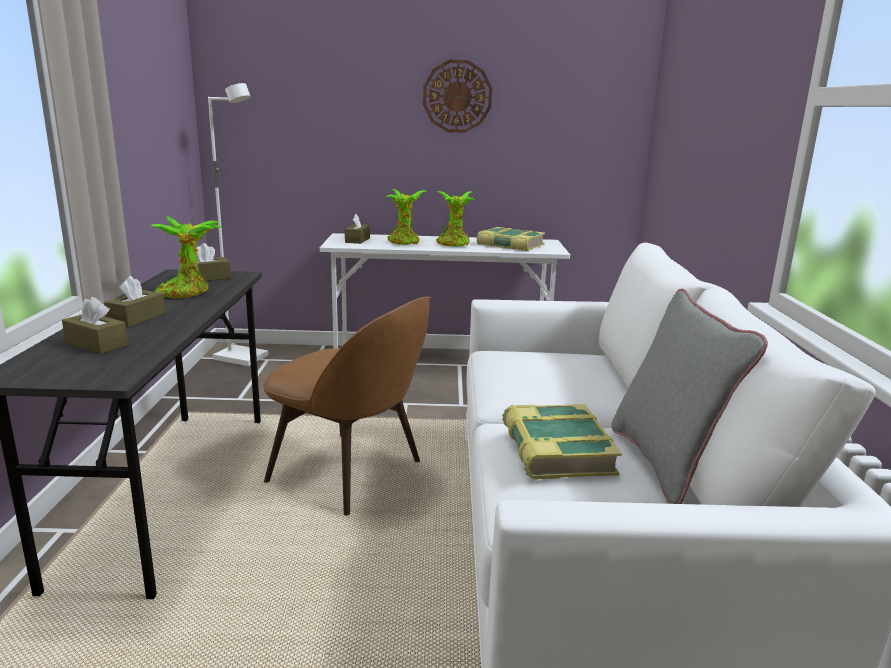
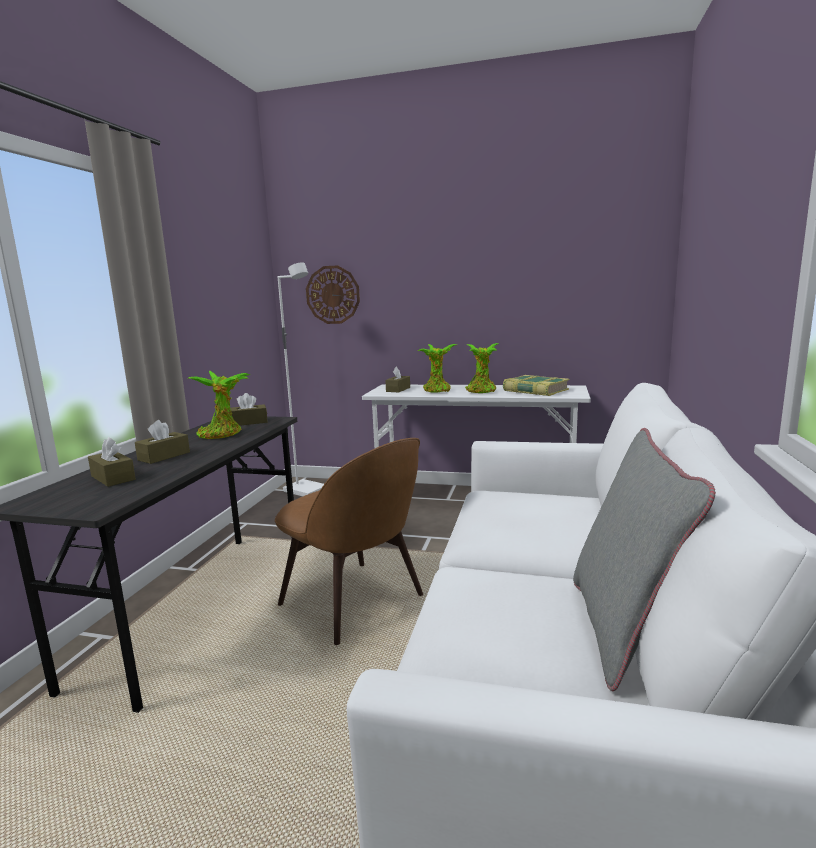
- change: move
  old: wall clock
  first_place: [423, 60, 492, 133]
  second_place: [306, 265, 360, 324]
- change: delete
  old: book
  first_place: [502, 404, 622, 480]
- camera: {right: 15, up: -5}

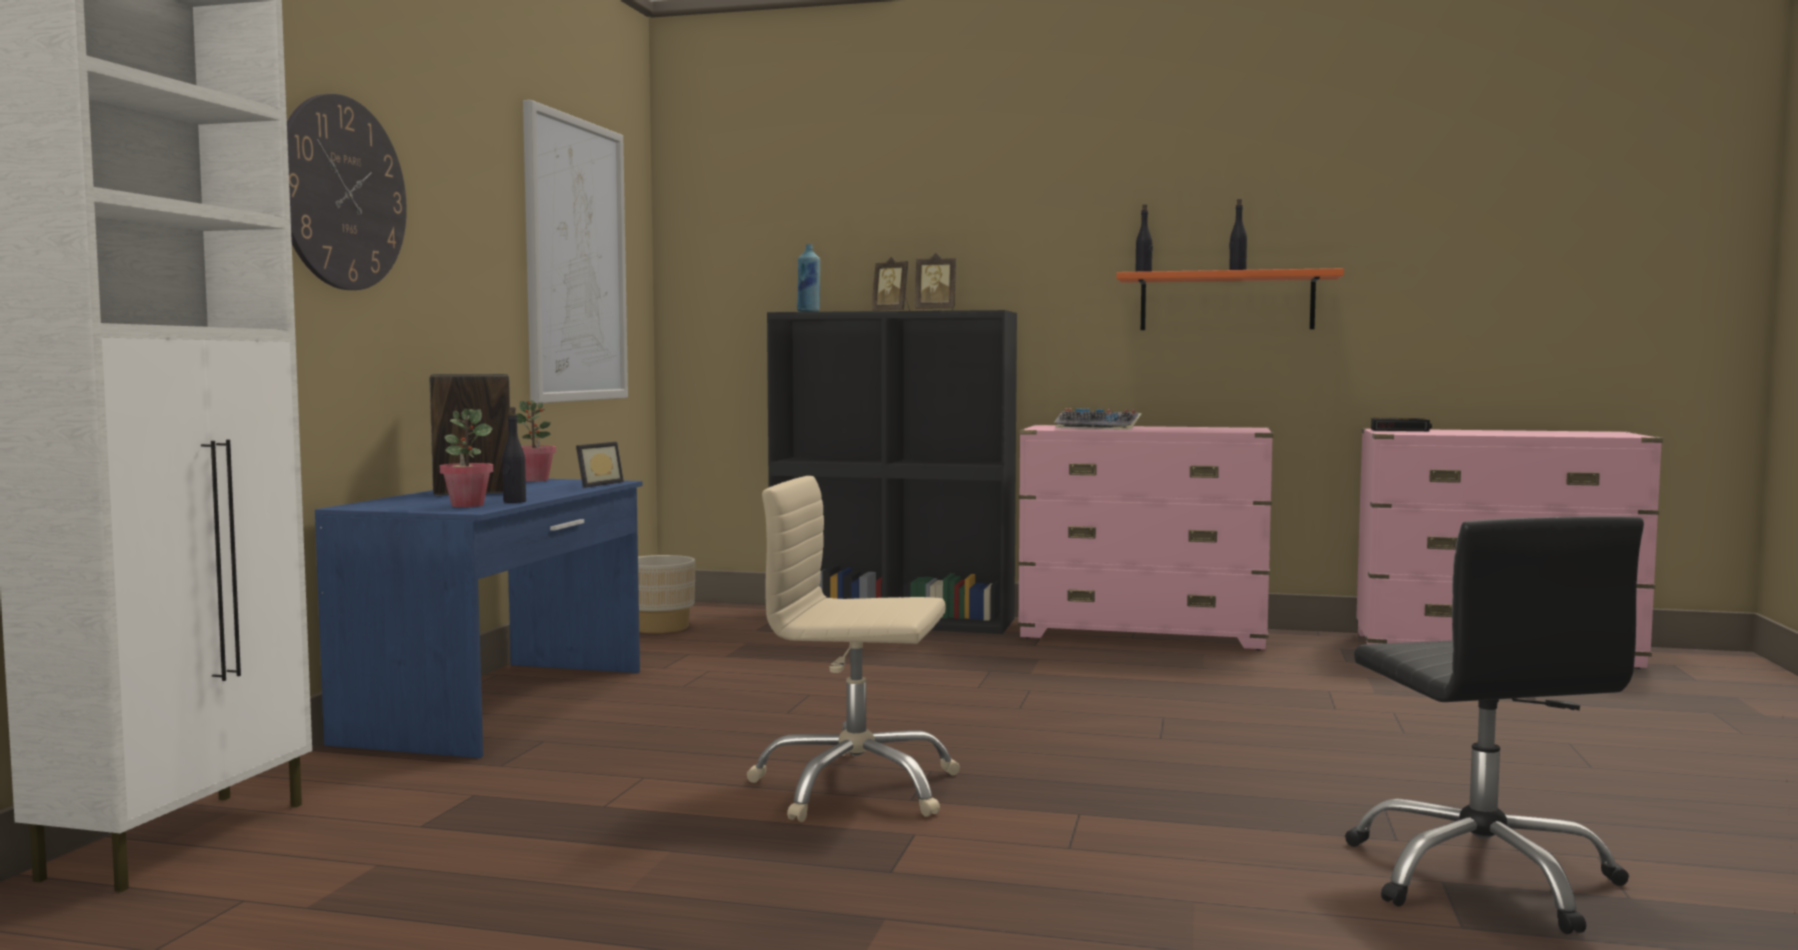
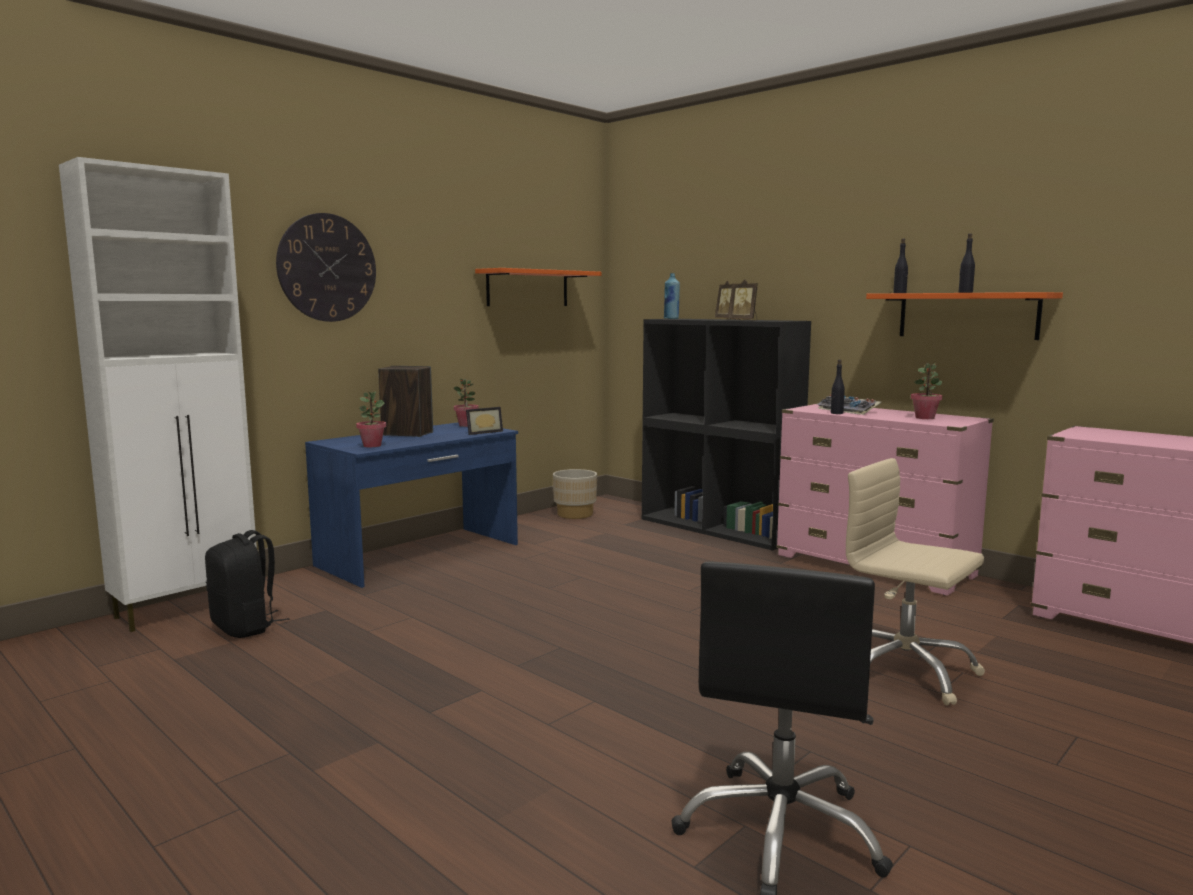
- change: replace
  old: picture
  new: orange shelf
  first_place: [523, 100, 628, 403]
  second_place: [475, 268, 602, 306]
- change: move
  old: black bottle
  first_place: [502, 407, 526, 503]
  second_place: [831, 360, 845, 414]
- change: delete
  old: alarm clock
  first_place: [1371, 418, 1432, 431]
- change: move
  old: beige office chair
  first_place: [746, 476, 960, 822]
  second_place: [846, 458, 985, 705]
- change: insert
  new: potted plant
  second_place: [911, 362, 942, 419]
- change: insert
  new: black backpack
  second_place: [205, 530, 290, 638]
- camera: {right: 30, up: 5}

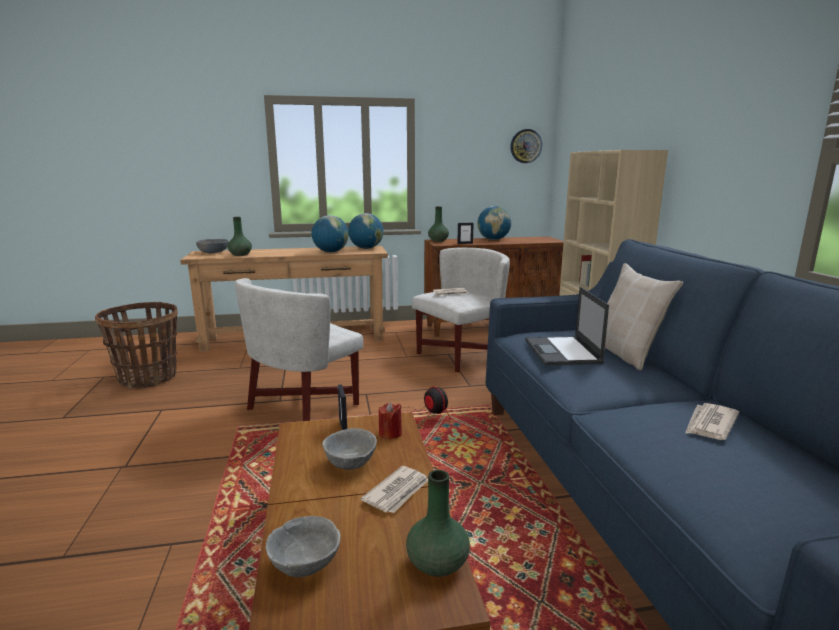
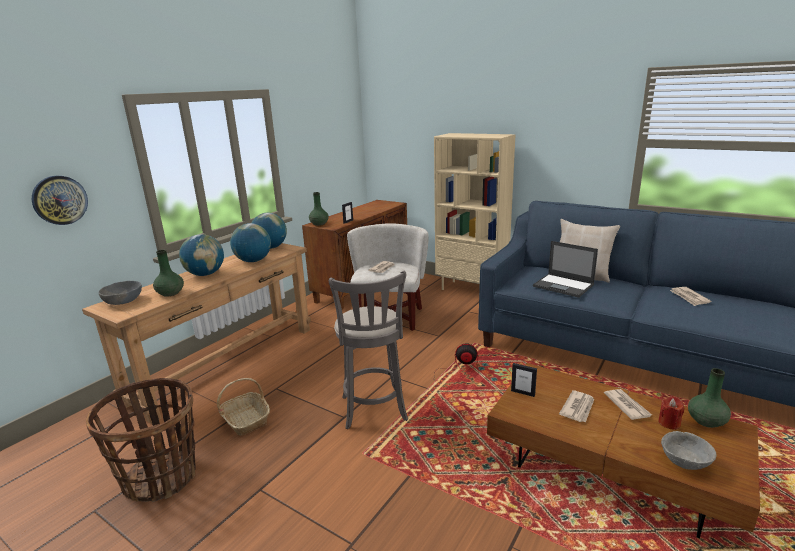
- change: move
  old: wall clock
  first_place: [510, 129, 542, 163]
  second_place: [32, 176, 88, 225]
- change: move
  old: globe
  first_place: [478, 206, 511, 240]
  second_place: [179, 234, 224, 276]
- change: replace
  old: white armchair
  new: grey stool
  first_place: [235, 278, 363, 421]
  second_place: [329, 271, 408, 429]
- change: move
  old: red candle
  first_place: [379, 402, 402, 439]
  second_place: [658, 396, 685, 430]
- change: replace
  old: grey bowl
  new: newspaper
  first_place: [322, 428, 377, 470]
  second_place: [559, 390, 594, 422]
- change: insert
  new: basket
  second_place: [217, 378, 270, 436]
- camera: {right: -45, up: 5}

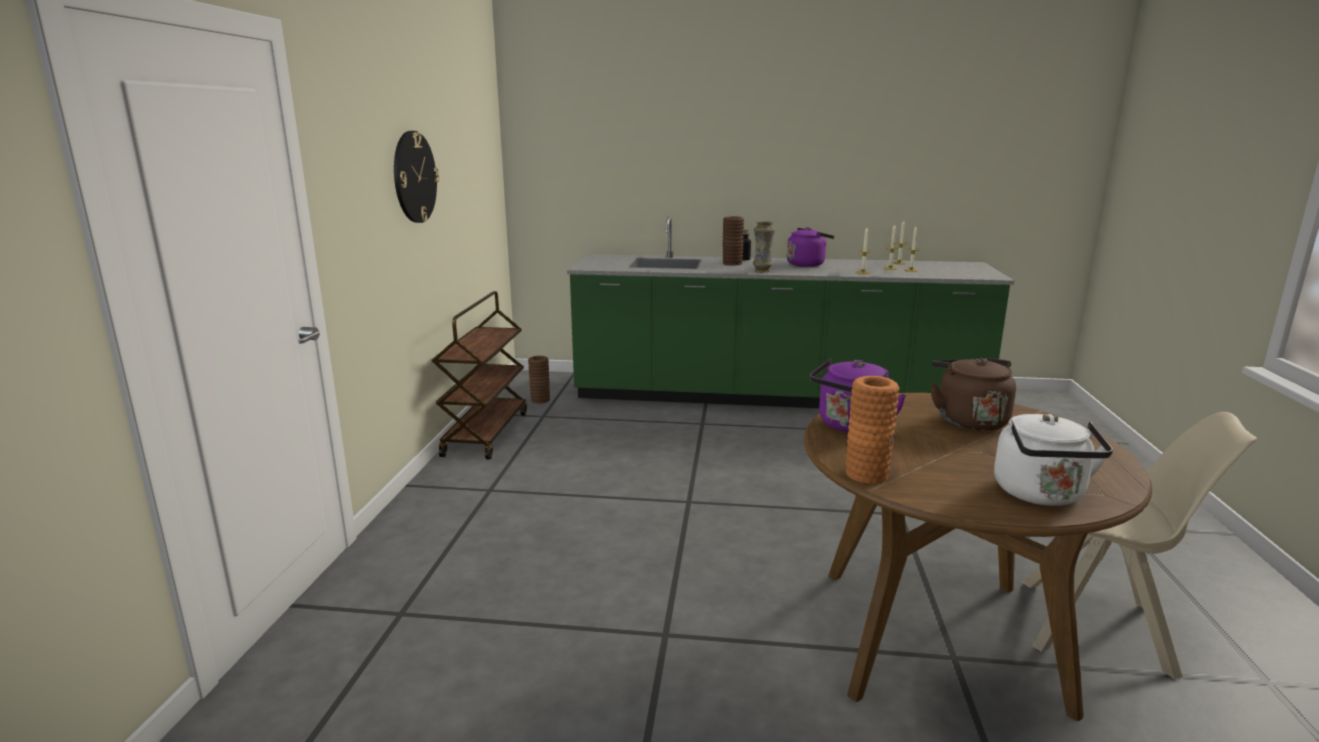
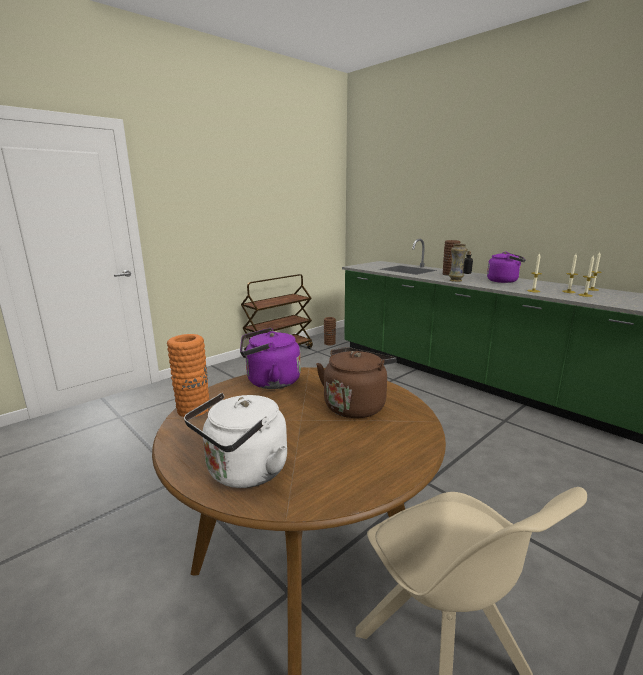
- change: delete
  old: wall clock
  first_place: [394, 131, 439, 223]
- camera: {right: 40, up: 0}

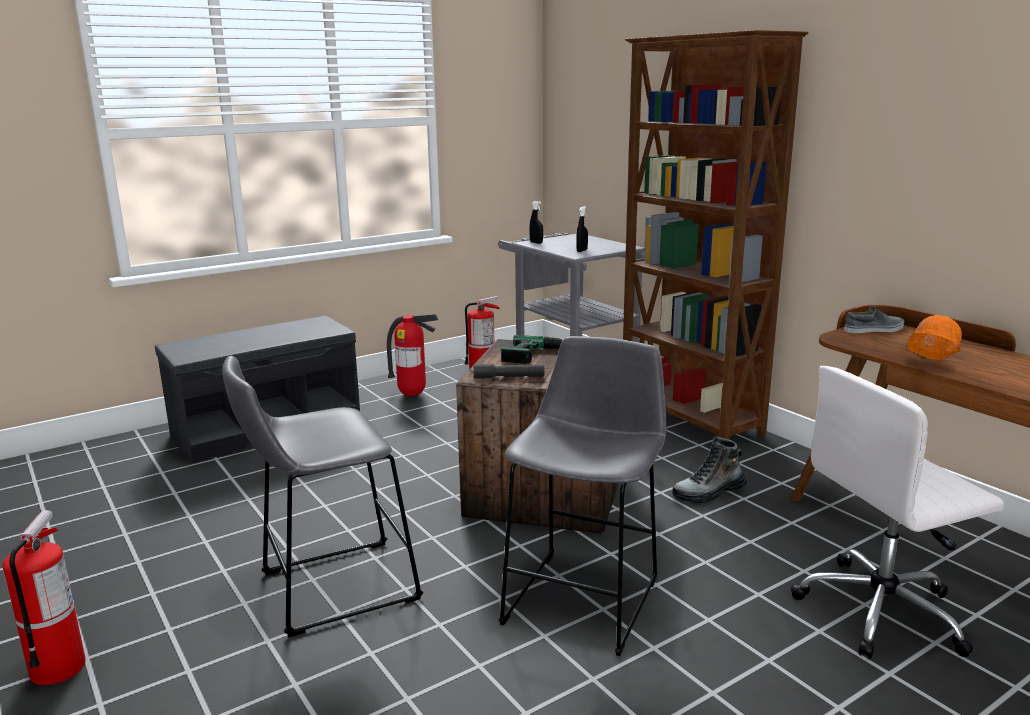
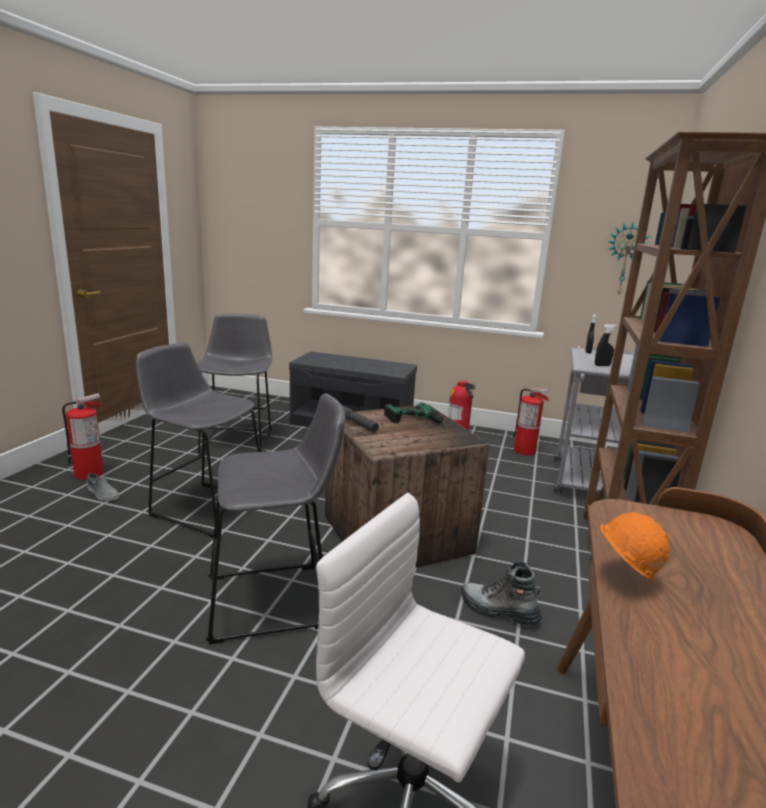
- change: move
  old: grey shoe
  first_place: [844, 306, 904, 333]
  second_place: [87, 473, 119, 501]
- change: insert
  new: wall clock
  second_place: [607, 222, 650, 294]
- change: insert
  new: grey stool
  second_place: [197, 313, 272, 456]
- camera: {right: 50, up: 0}

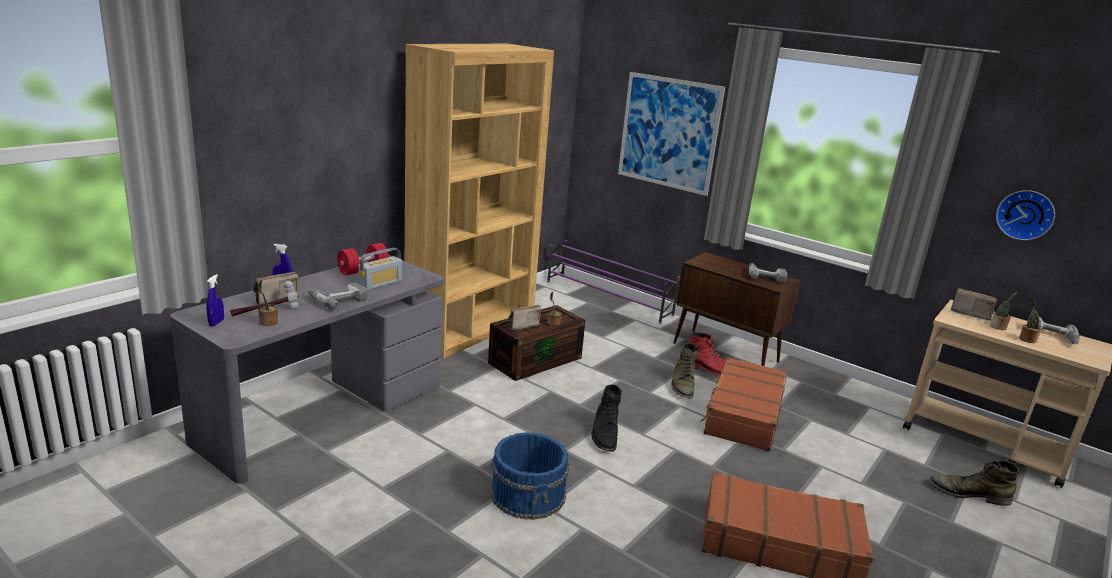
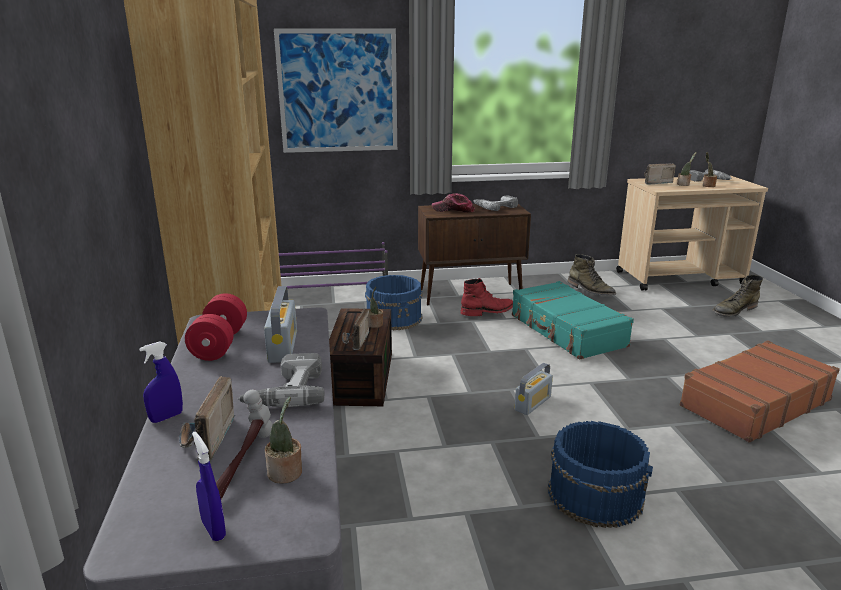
- change: delete
  old: wall clock
  first_place: [996, 190, 1055, 240]
- change: move
  old: green boot
  first_place: [671, 343, 698, 399]
  second_place: [567, 254, 616, 295]
- change: recolor
  old: brown suitcase
  new: turquoise suitcase
  first_place: [701, 357, 787, 451]
  second_place: [512, 281, 634, 360]
- change: replace
  old: black boot
  new: radio
  first_place: [591, 384, 622, 452]
  second_place: [515, 363, 553, 415]
- change: insert
  new: cap
  second_place: [432, 193, 475, 213]
- change: insert
  new: blue bucket
  second_place: [365, 275, 422, 330]
- camera: {right: -45, up: 0}

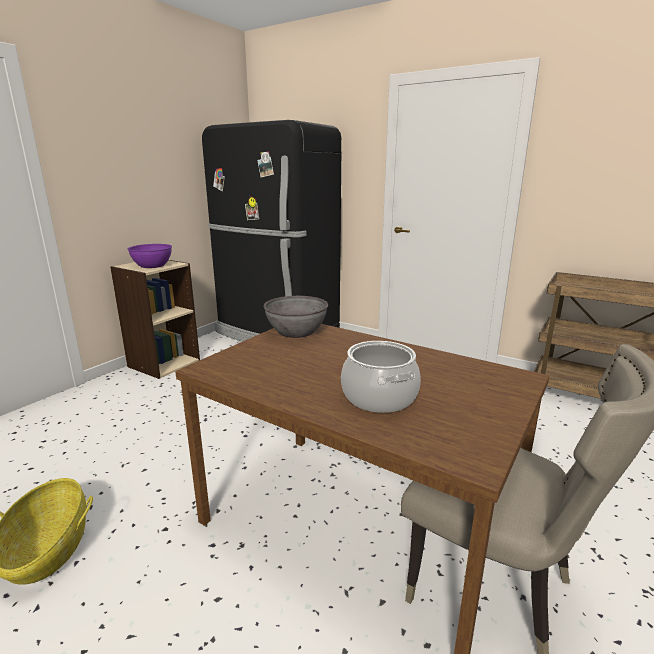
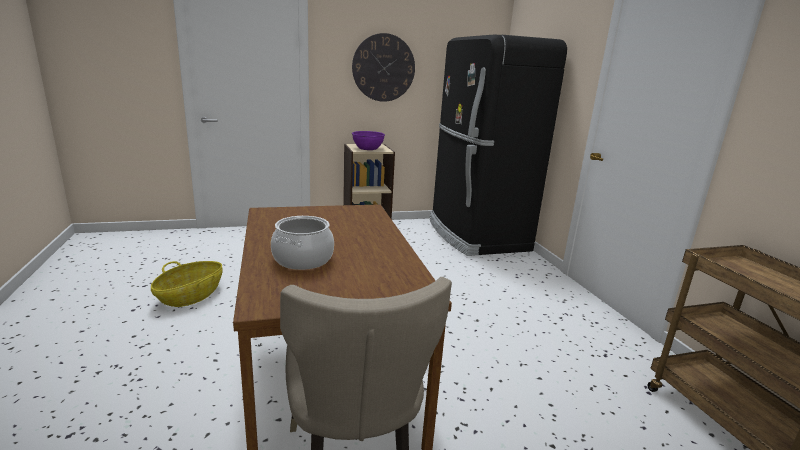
- change: delete
  old: grey bowl
  first_place: [263, 296, 328, 338]
- change: insert
  new: wall clock
  second_place: [352, 33, 415, 102]
- camera: {right: 40, up: 0}

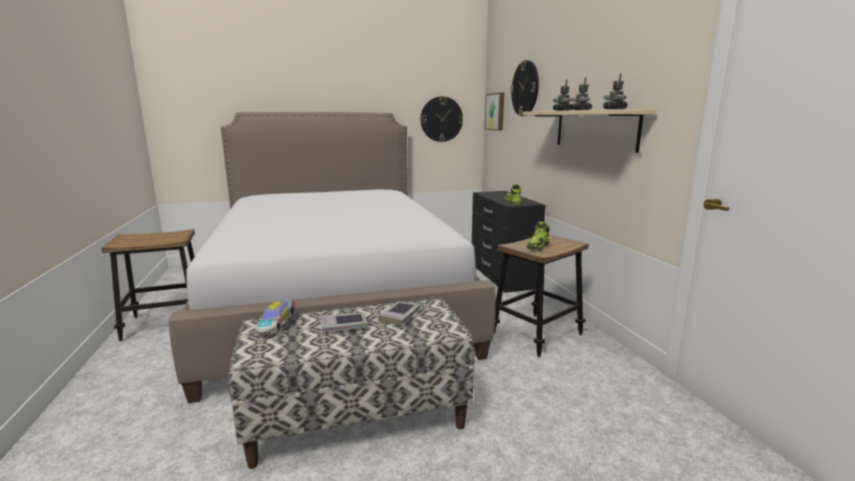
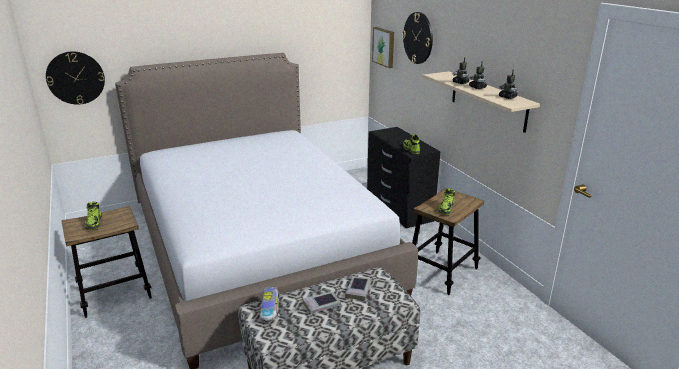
- change: move
  old: wall clock
  first_place: [421, 96, 463, 142]
  second_place: [46, 51, 105, 105]
- change: insert
  new: shoe
  second_place: [85, 202, 102, 230]
- camera: {right: -10, up: 10}

